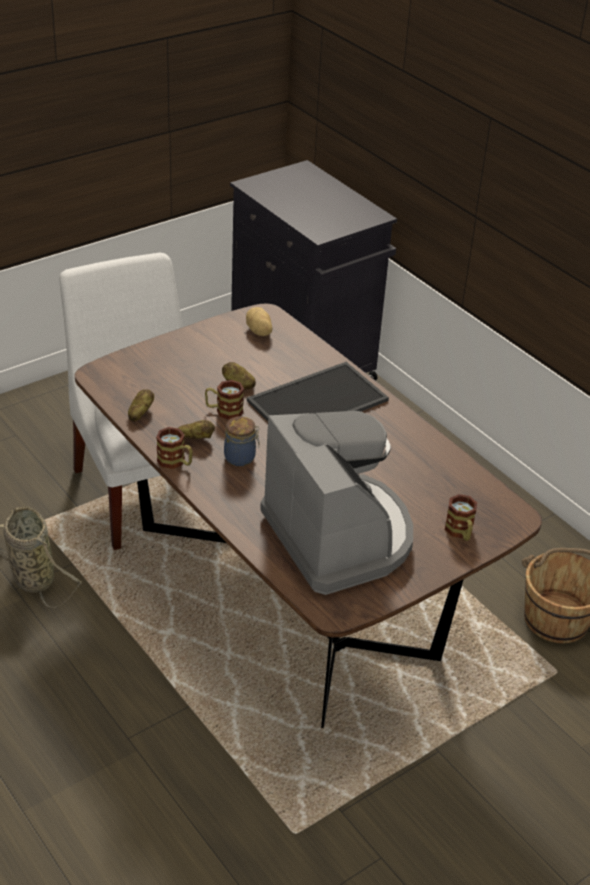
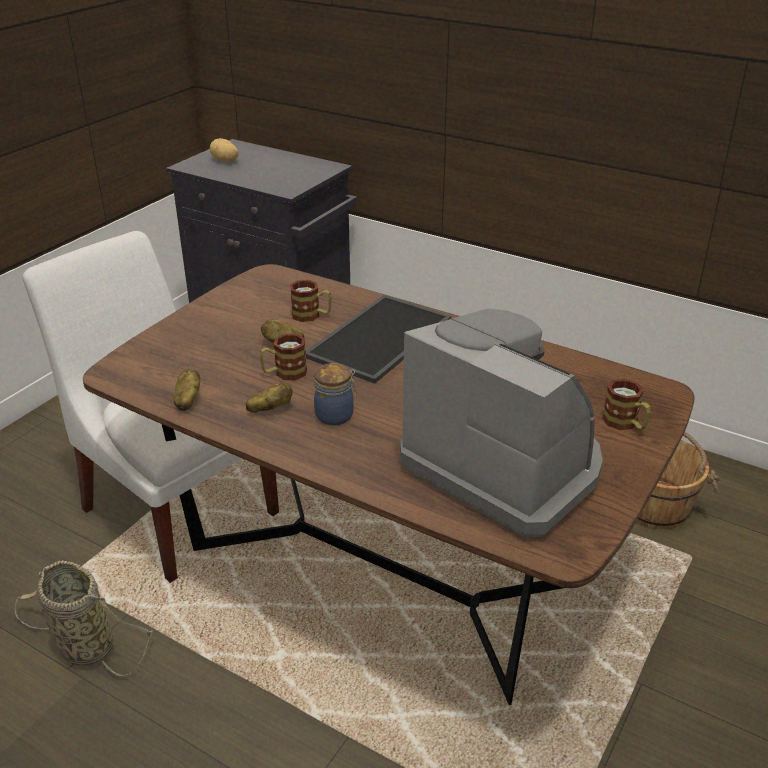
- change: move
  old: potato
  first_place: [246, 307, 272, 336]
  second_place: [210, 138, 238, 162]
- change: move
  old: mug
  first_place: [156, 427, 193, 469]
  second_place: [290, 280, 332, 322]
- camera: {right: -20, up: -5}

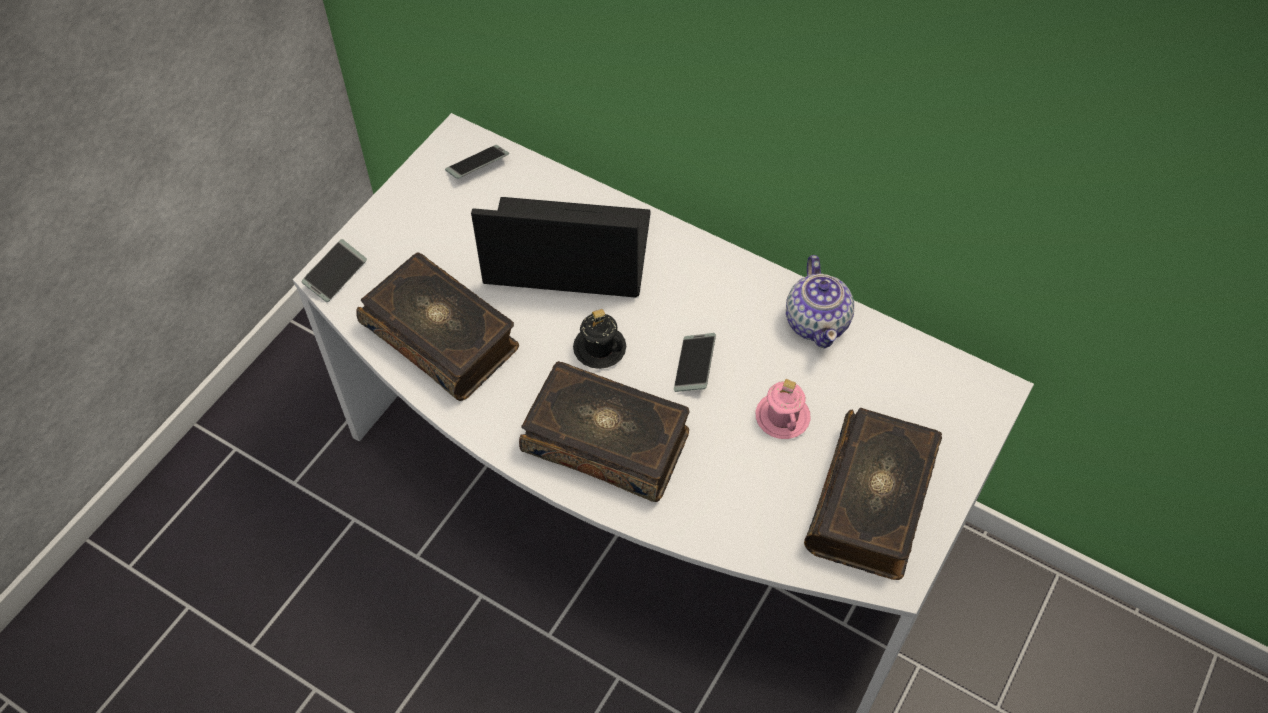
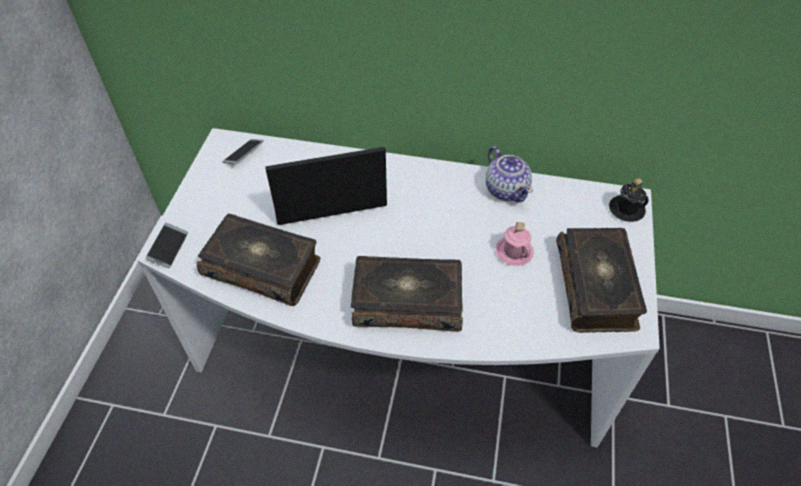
- change: move
  old: black mug
  first_place: [573, 309, 626, 369]
  second_place: [609, 178, 649, 222]
- change: delete
  old: phone
  first_place: [674, 333, 716, 392]
- camera: {right: -20, up: -5}

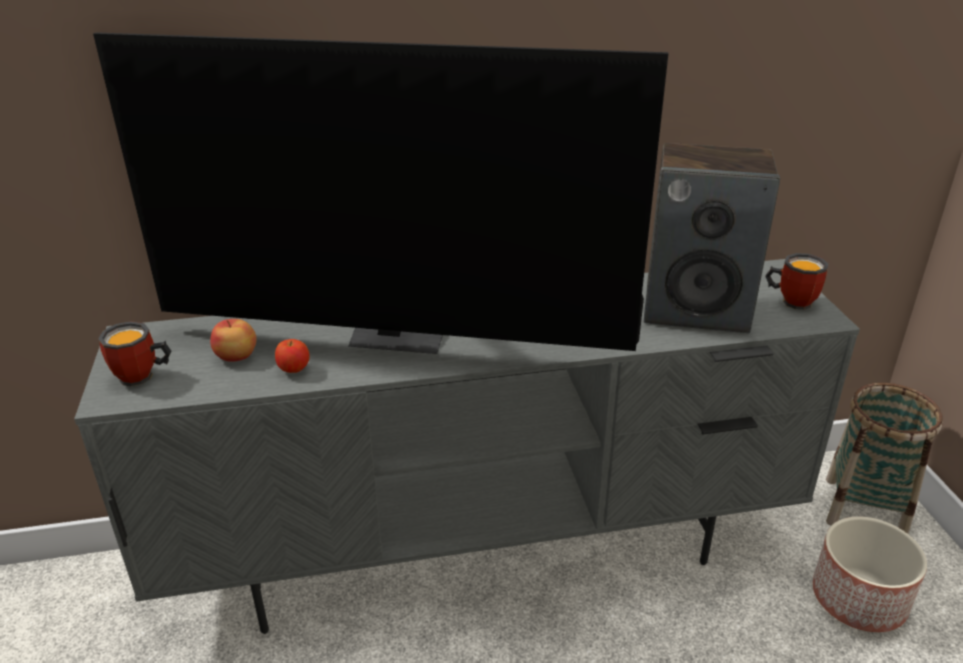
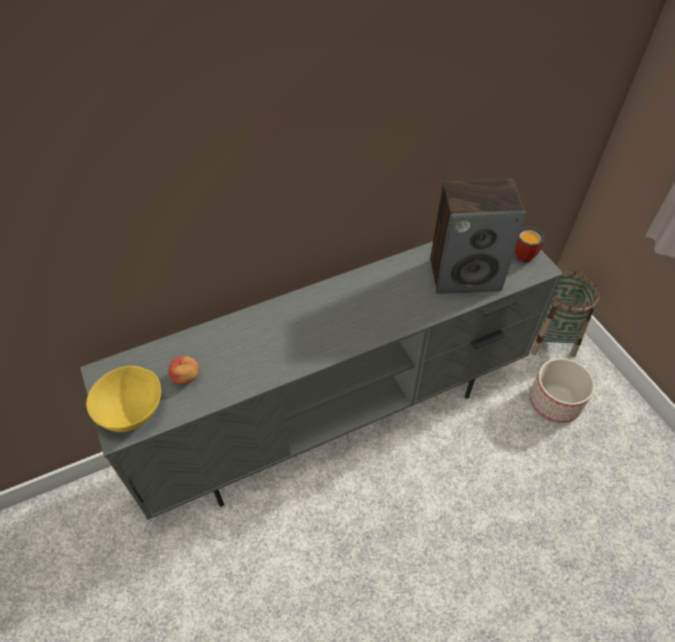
- change: delete
  old: television
  first_place: [93, 32, 668, 354]
- change: replace
  old: mug
  new: yellow bowl
  first_place: [98, 321, 172, 386]
  second_place: [86, 366, 161, 432]
- change: delete
  old: apple
  first_place: [275, 339, 310, 373]
- camera: {right: -15, up: 20}

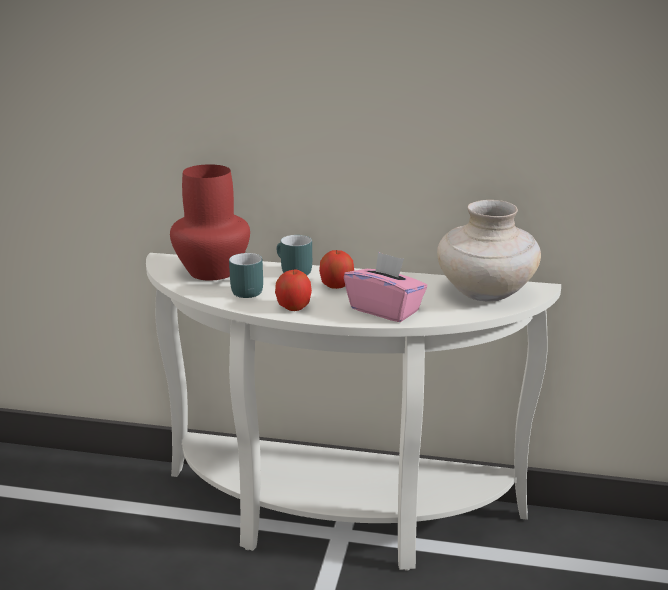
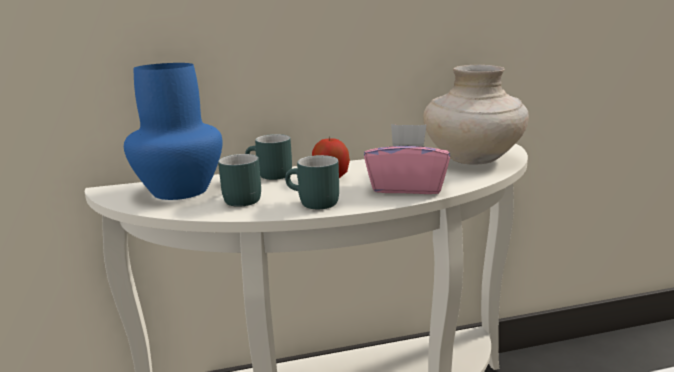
- change: recolor
  old: red vase
  new: blue vase
  first_place: [170, 164, 250, 281]
  second_place: [124, 63, 222, 200]
- change: replace
  old: apple
  new: turquoise mug
  first_place: [275, 269, 312, 311]
  second_place: [285, 155, 339, 209]
- camera: {right: -25, up: -5}

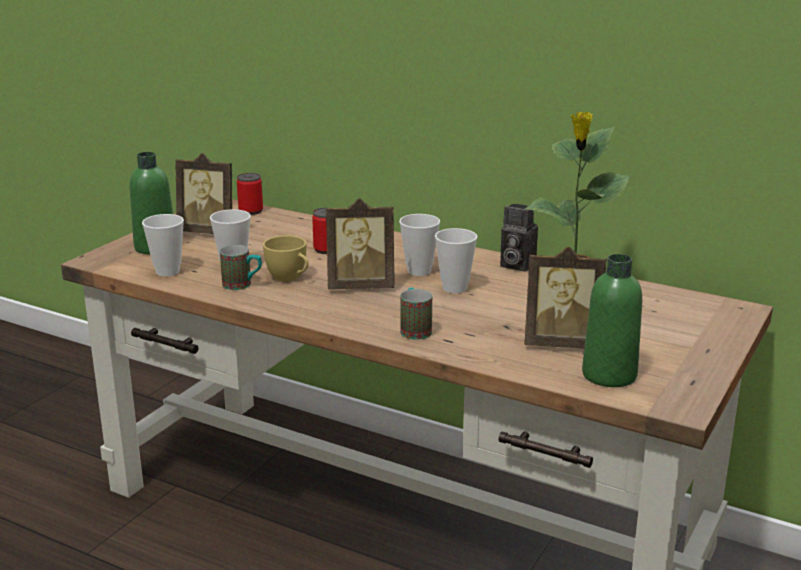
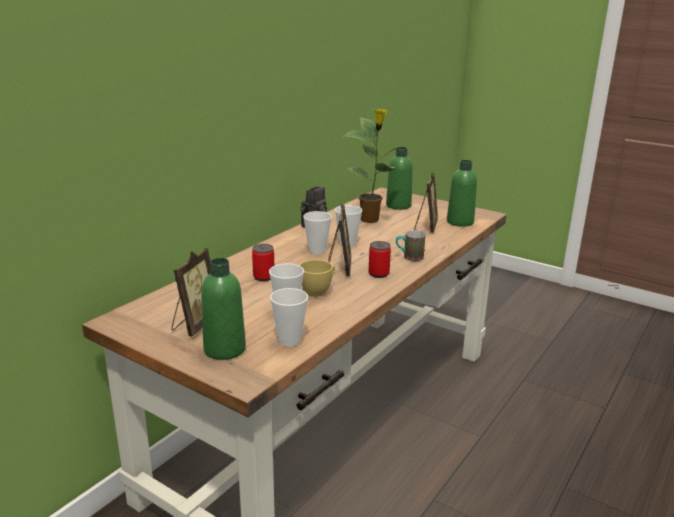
- change: move
  old: can
  first_place: [237, 173, 263, 215]
  second_place: [369, 241, 391, 278]
- change: delete
  old: mug
  first_place: [220, 245, 262, 290]
- change: insert
  new: green bottle
  second_place: [386, 147, 413, 210]
- camera: {right: -85, up: 0}

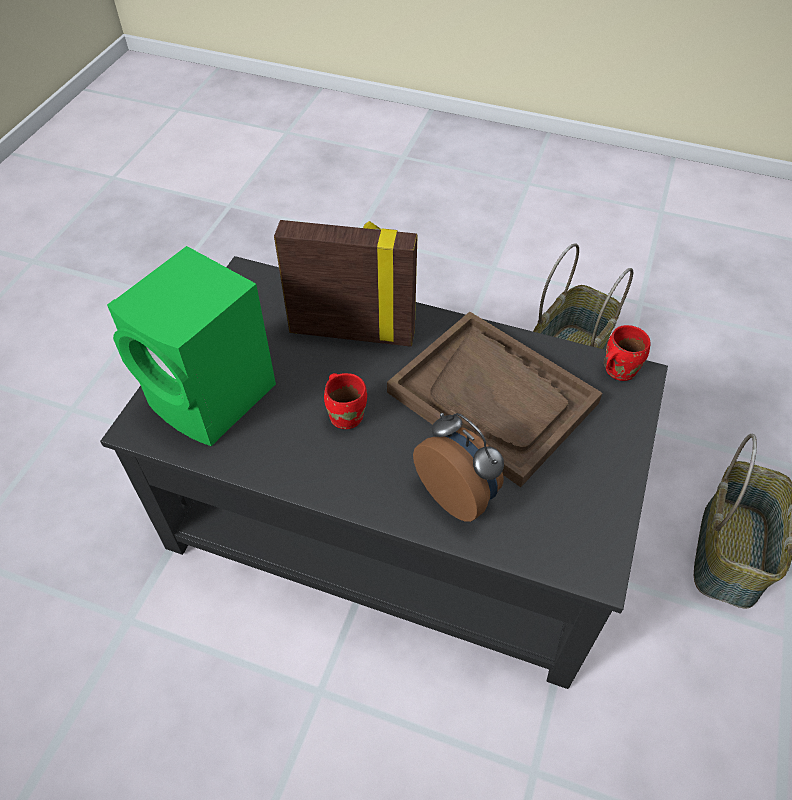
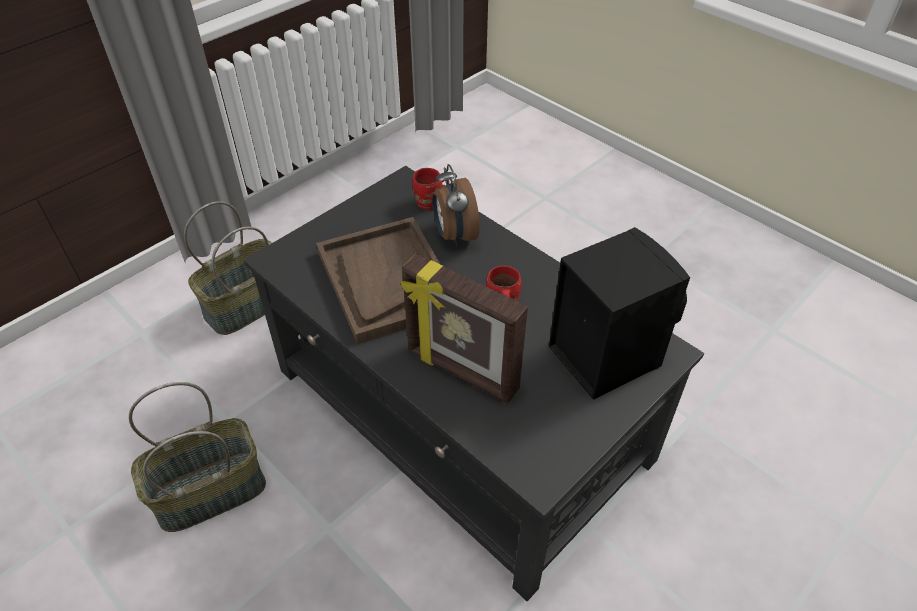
- change: recolor
  old: green speaker
  new: black speaker
  first_place: [107, 246, 276, 446]
  second_place: [549, 227, 690, 400]
- change: move
  old: red mug
  first_place: [604, 325, 651, 381]
  second_place: [413, 168, 449, 210]
- camera: {right: -155, up: -5}

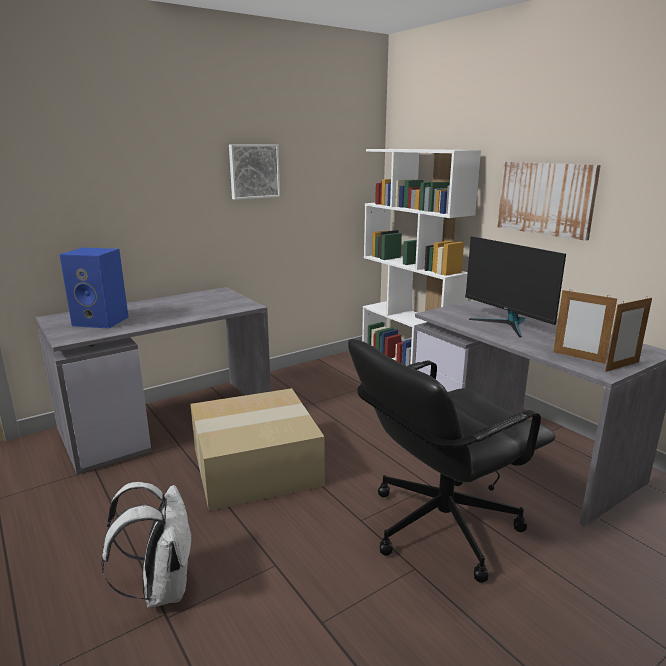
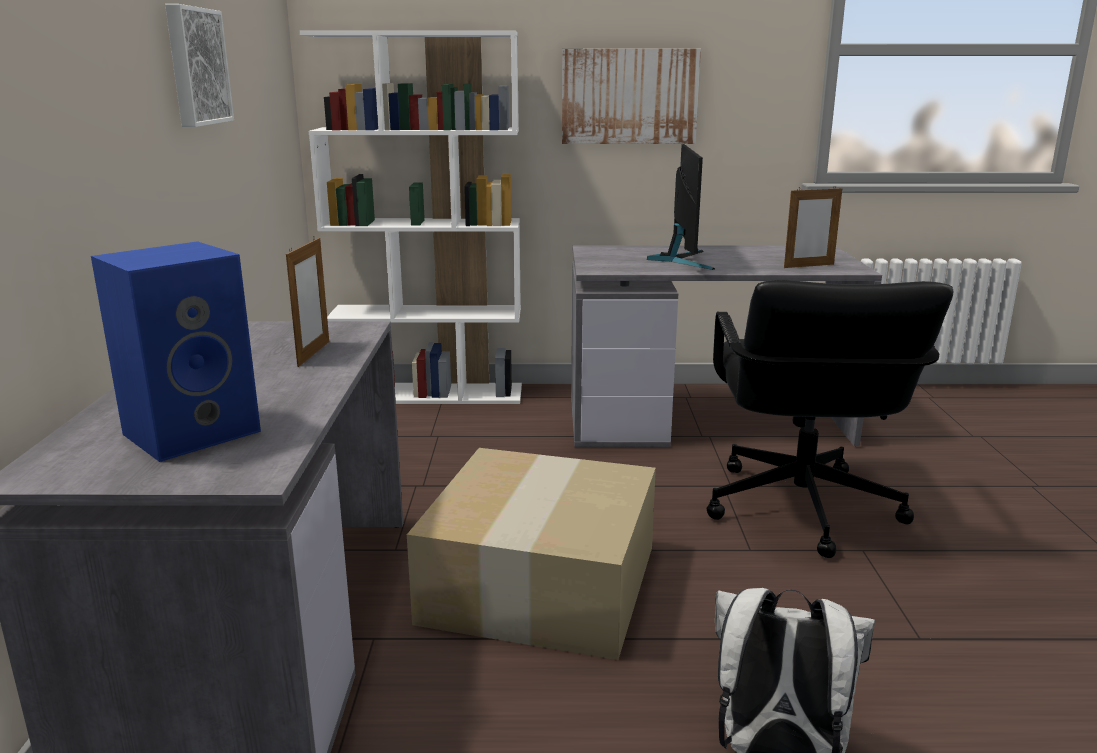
- change: rotate
  old: monitor
  first_place: [465, 236, 566, 338]
  second_place: [647, 144, 715, 270]
  degrees: -90
- change: move
  old: picture frame
  first_place: [605, 296, 652, 372]
  second_place: [286, 236, 329, 367]
- camera: {right: -55, up: 0}

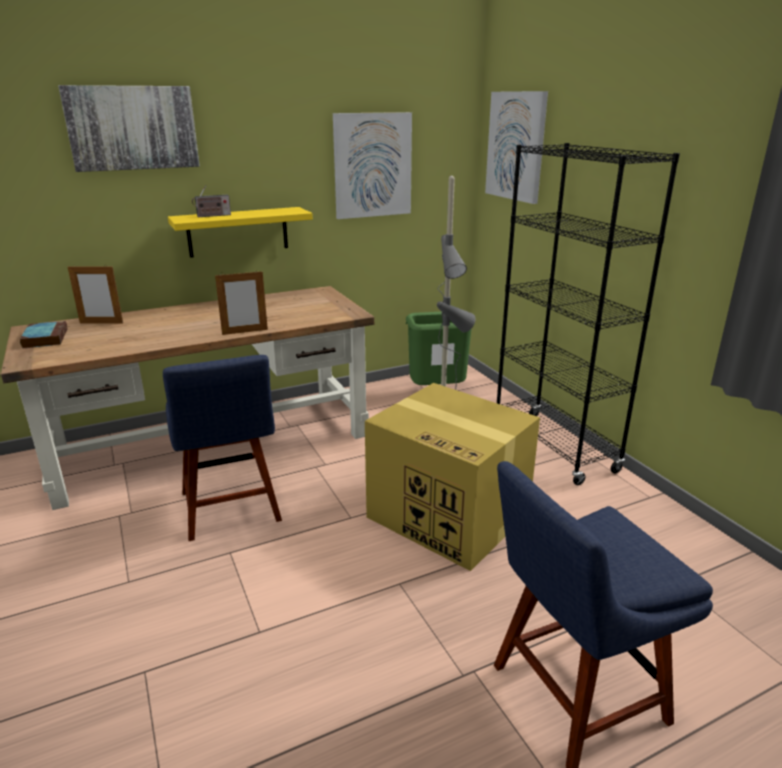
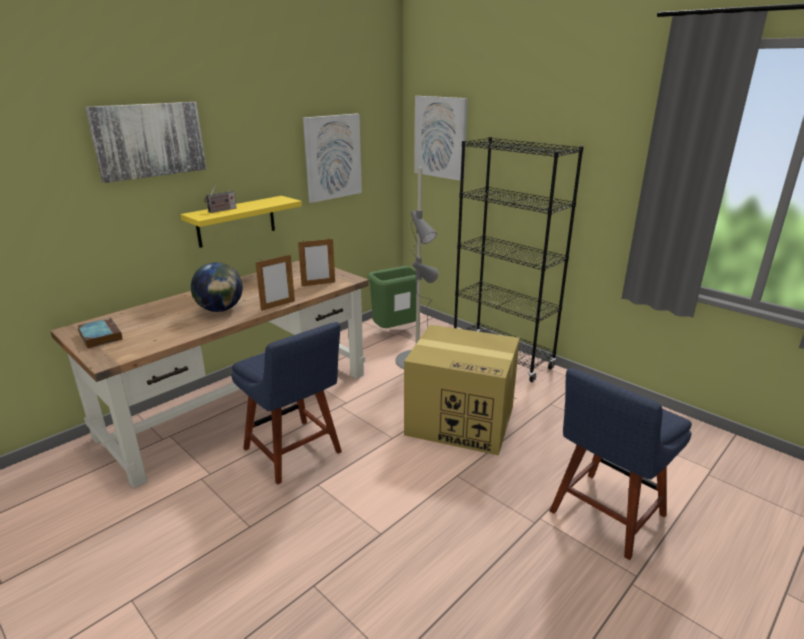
- change: move
  old: picture frame
  first_place: [68, 264, 123, 324]
  second_place: [298, 239, 335, 286]
- change: insert
  new: globe
  second_place: [191, 262, 243, 312]
- camera: {right: -20, up: 0}

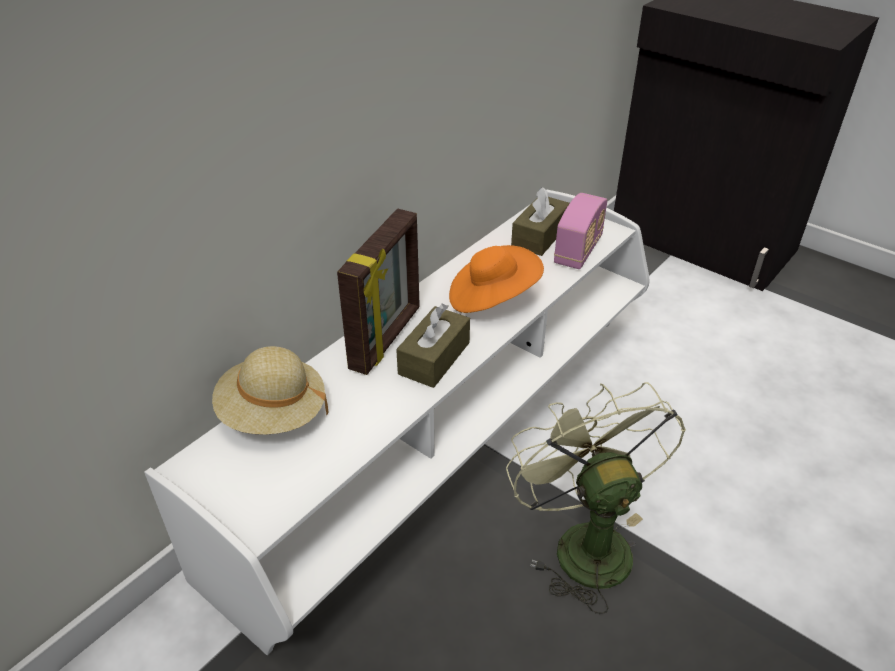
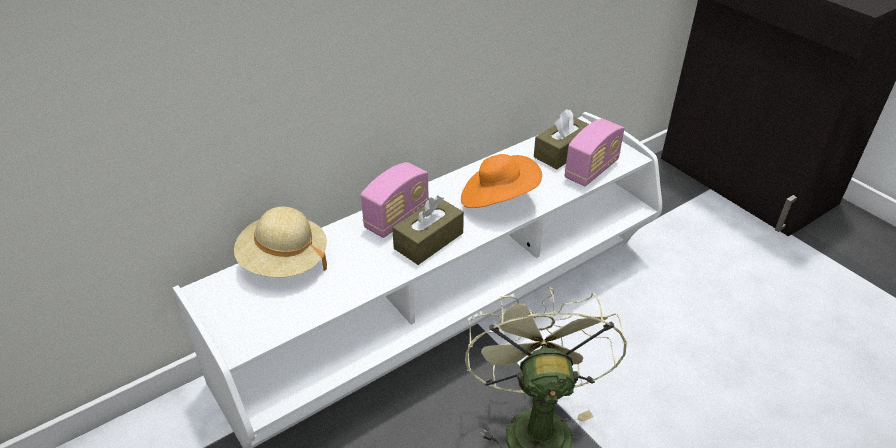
- change: replace
  old: picture frame
  new: radio
  first_place: [337, 209, 420, 375]
  second_place: [361, 162, 429, 238]
- camera: {right: 15, up: 0}

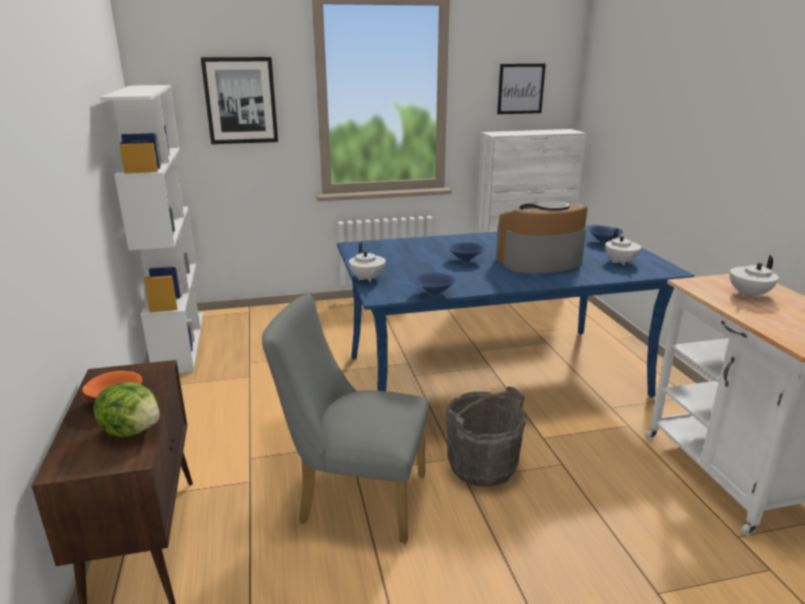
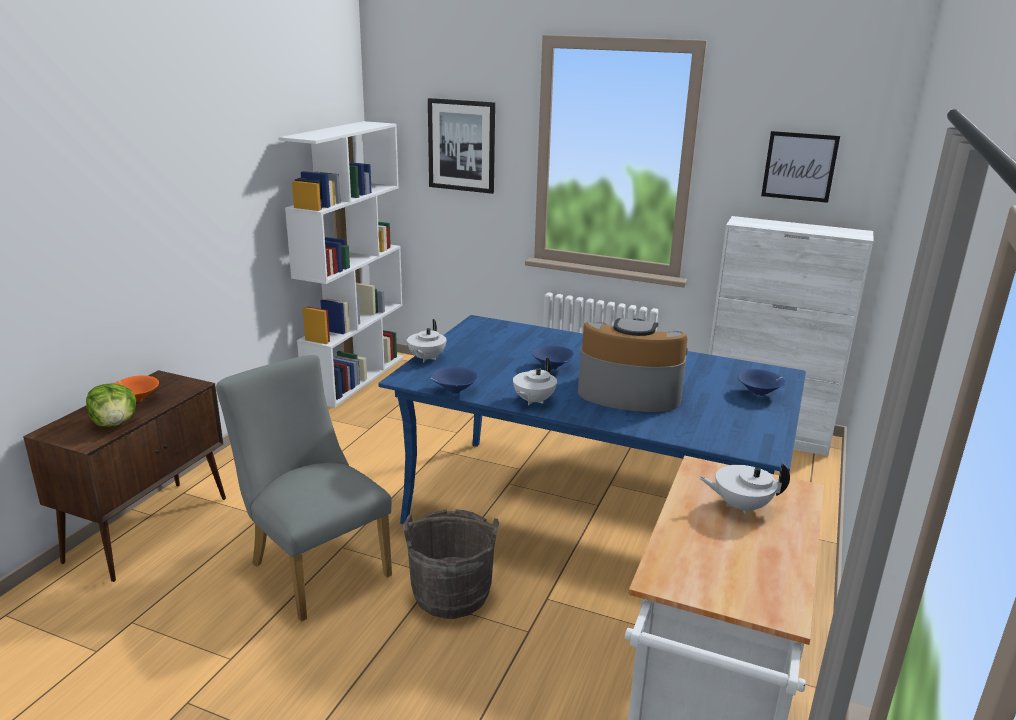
- change: move
  old: white teapot
  first_place: [605, 228, 641, 266]
  second_place: [513, 358, 557, 405]
- camera: {right: 35, up: 0}

